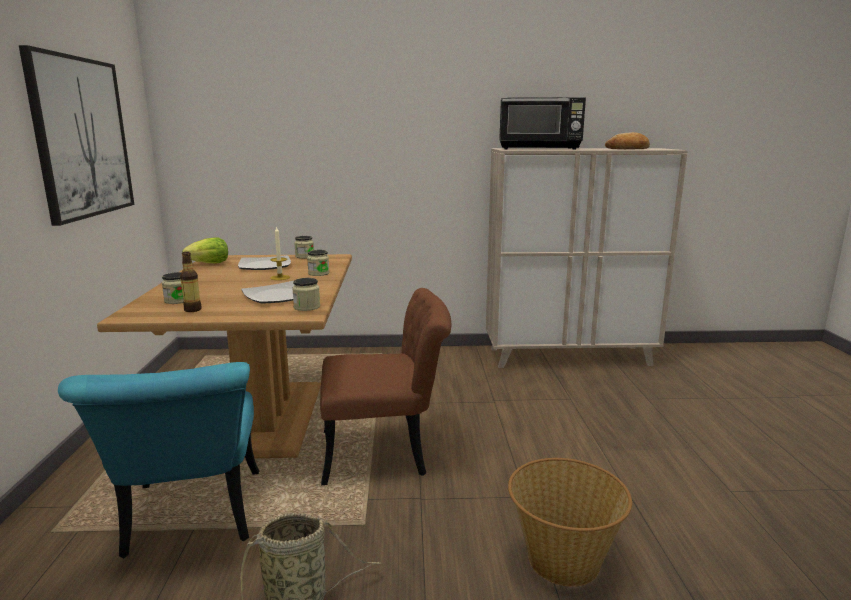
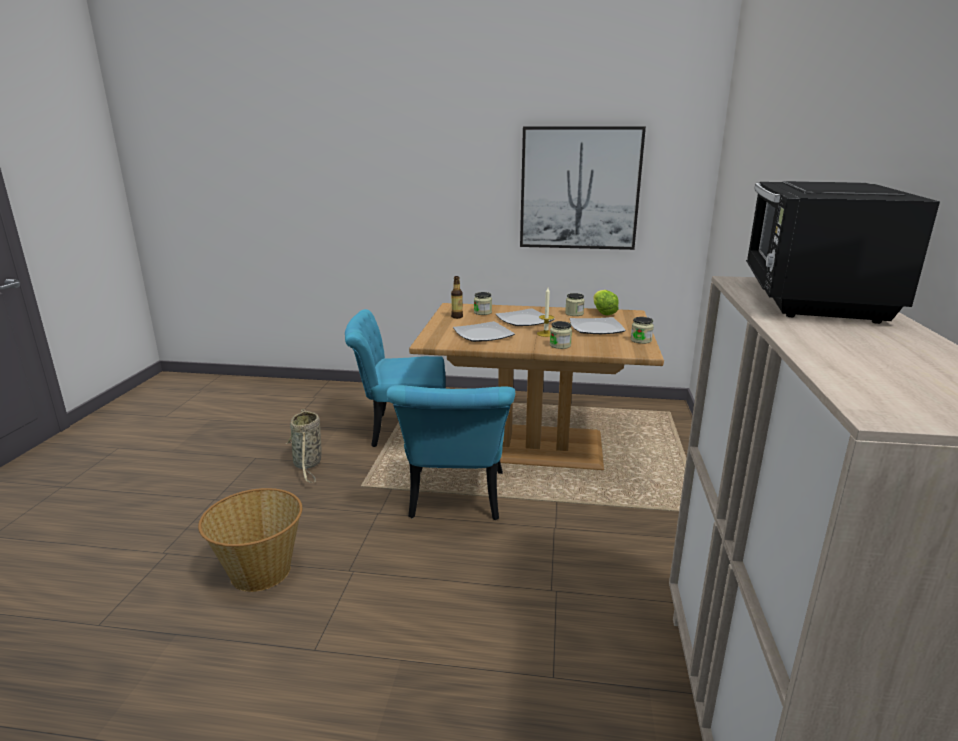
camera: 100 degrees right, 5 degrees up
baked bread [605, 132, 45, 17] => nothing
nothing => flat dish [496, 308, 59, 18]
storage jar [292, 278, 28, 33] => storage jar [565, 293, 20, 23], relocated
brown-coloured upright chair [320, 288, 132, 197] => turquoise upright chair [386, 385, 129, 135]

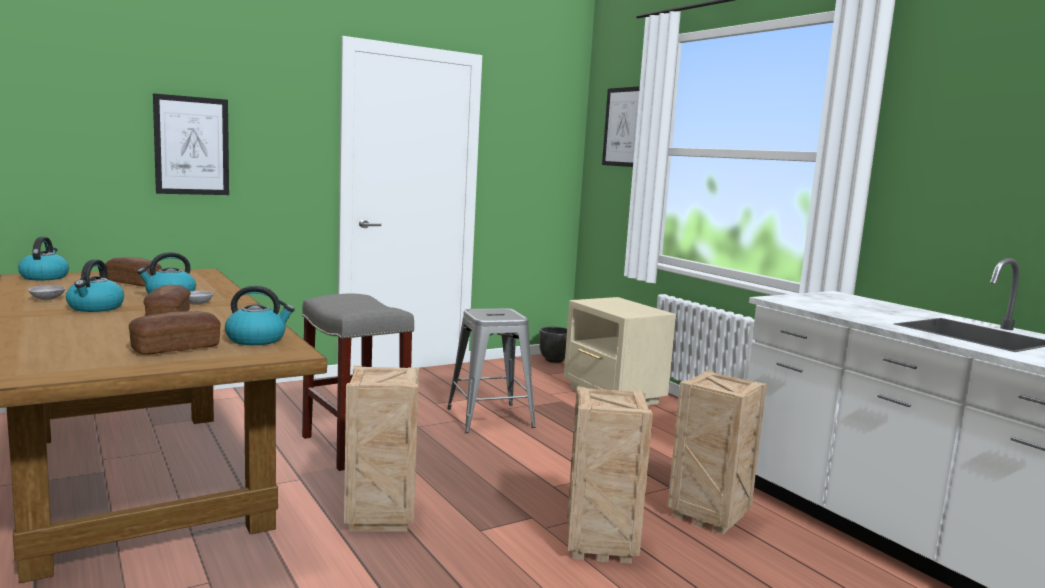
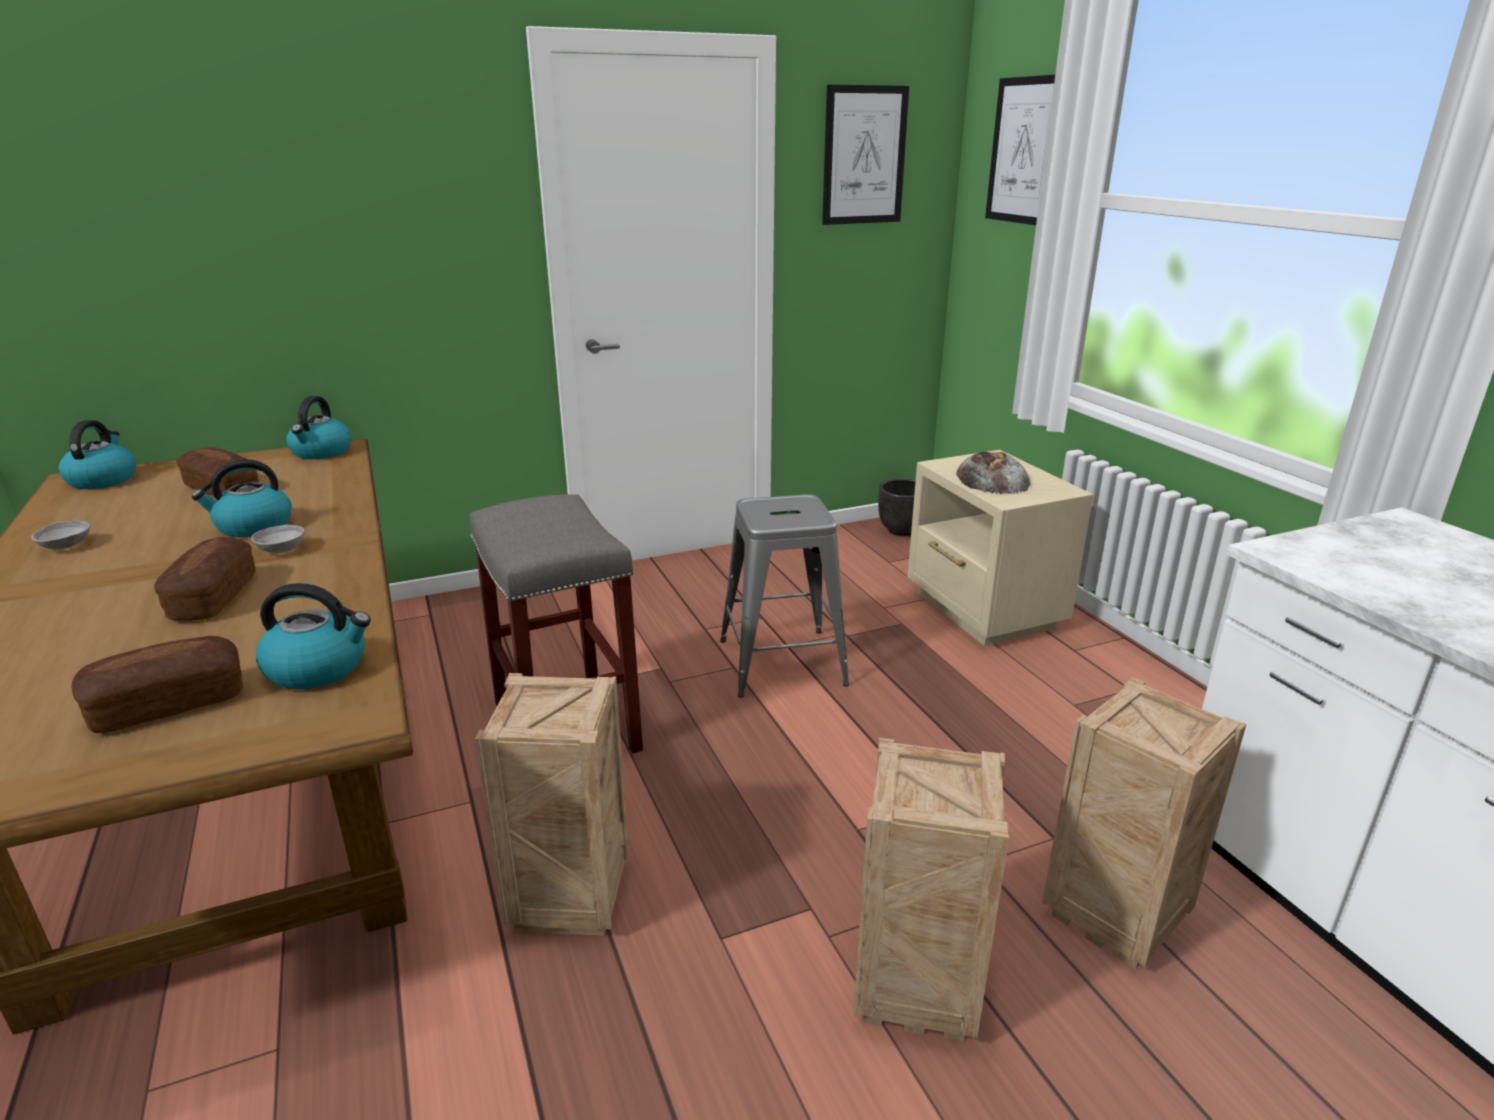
camera: 10 degrees right, 15 degrees up
nothing => baked bread [956, 452, 74, 42]
kettle [66, 259, 58, 53] => kettle [286, 396, 65, 63], relocated
picture [153, 93, 76, 102] => picture [822, 85, 87, 140], relocated

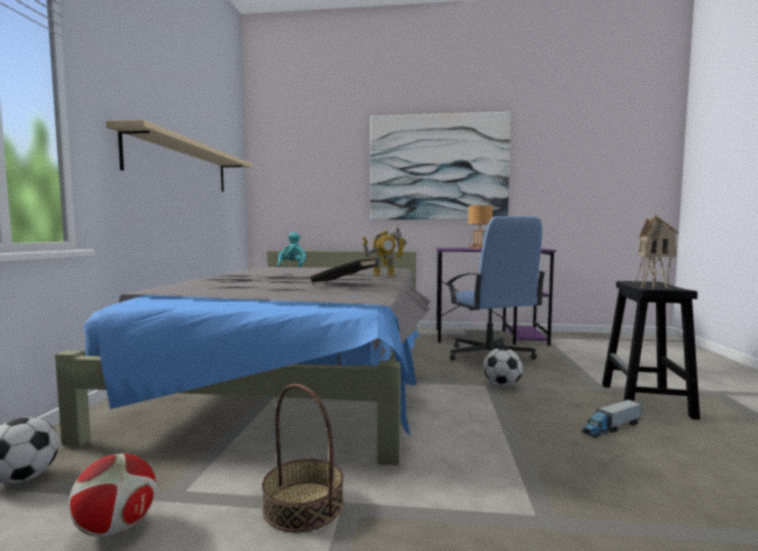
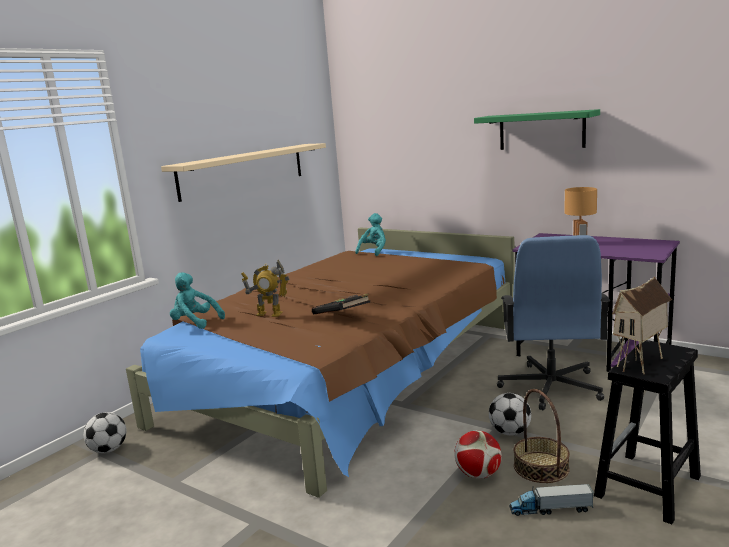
camera: 30 degrees right, 10 degrees up
nothing => turquoise soft toy [170, 273, 55, 56]
ball for football [69, 454, 87, 83] => ball for football [454, 431, 48, 48], relocated
basket [262, 384, 82, 148] => basket [513, 389, 57, 94], relocated
robot figure [362, 227, 45, 49] => robot figure [241, 260, 49, 57], relocated
picture [370, 112, 141, 108] => green-coloured wall shelf [474, 109, 126, 41]
gray sleeping bed [55, 251, 376, 215] => brown-coloured sleeping bed [126, 227, 389, 271]

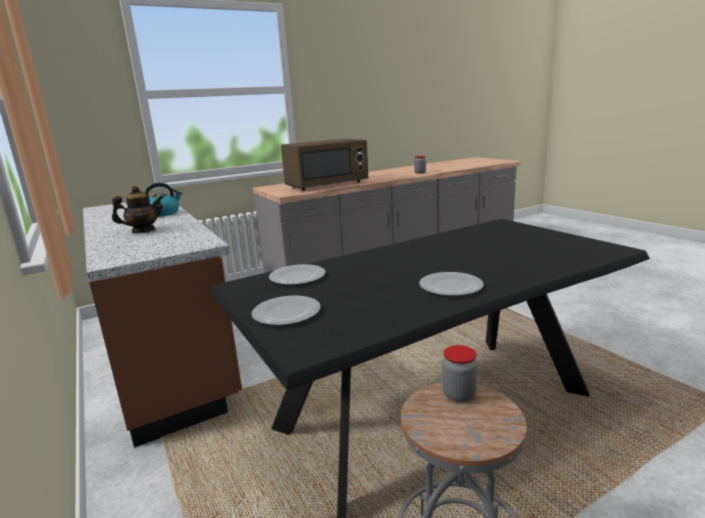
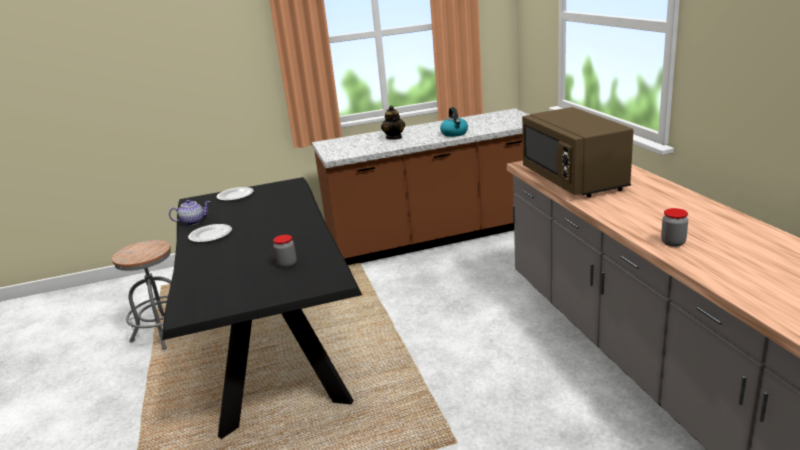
camera: 105 degrees right, 5 degrees up
flat dish [269, 264, 57, 21] => nothing
nothing => pot for tea [169, 200, 41, 26]
storage jar [442, 345, 36, 57] => storage jar [273, 235, 24, 33], relocated

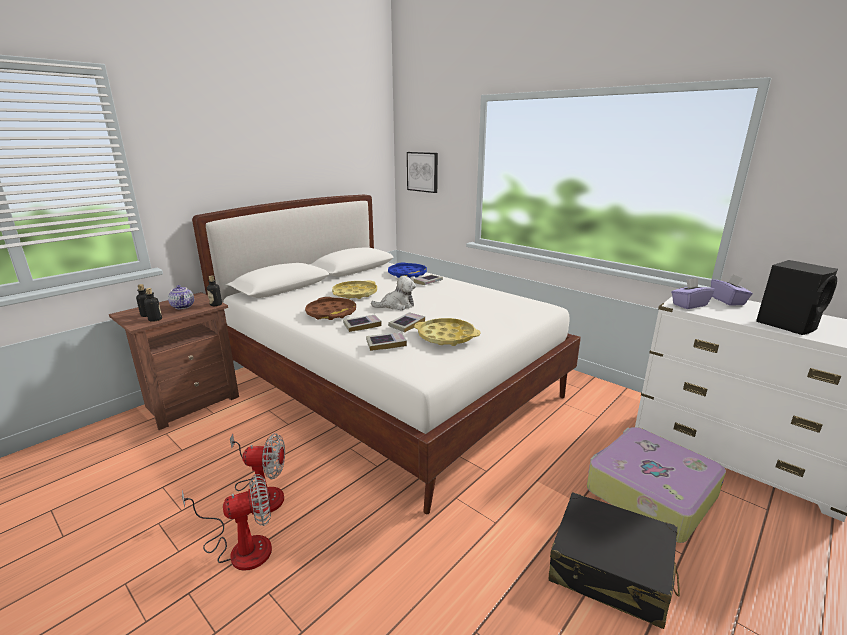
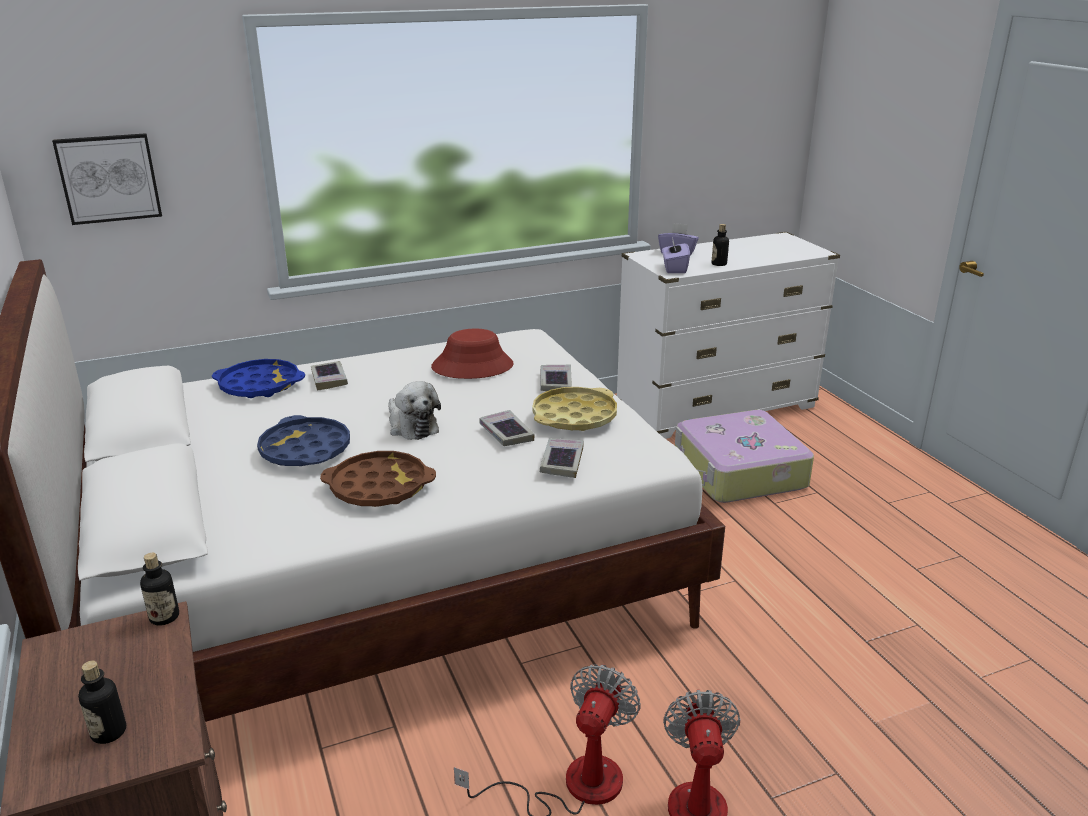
camera: 65 degrees left, 5 degrees up
pot for tea [168, 285, 26, 24] => nothing
black piece of luggage [549, 492, 131, 137] => nothing
black loudspeaker [756, 260, 82, 75] => nothing
nothing => reddish clothing hat [431, 329, 82, 50]
bottle [144, 288, 18, 34] => bottle [712, 224, 17, 42], relocated
bound book [343, 314, 38, 18] => bound book [540, 365, 32, 26], relocated
yellow tray [332, 281, 45, 18] => blue tray [257, 415, 93, 51]
soft toy [371, 276, 45, 34] => soft toy [389, 381, 52, 59], 135 degrees clockwise

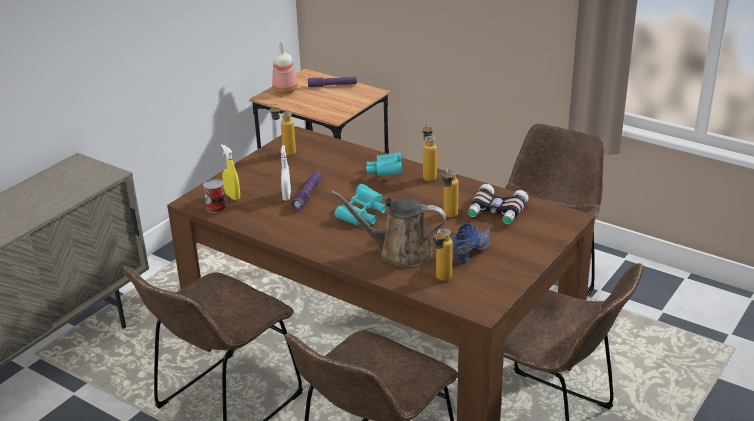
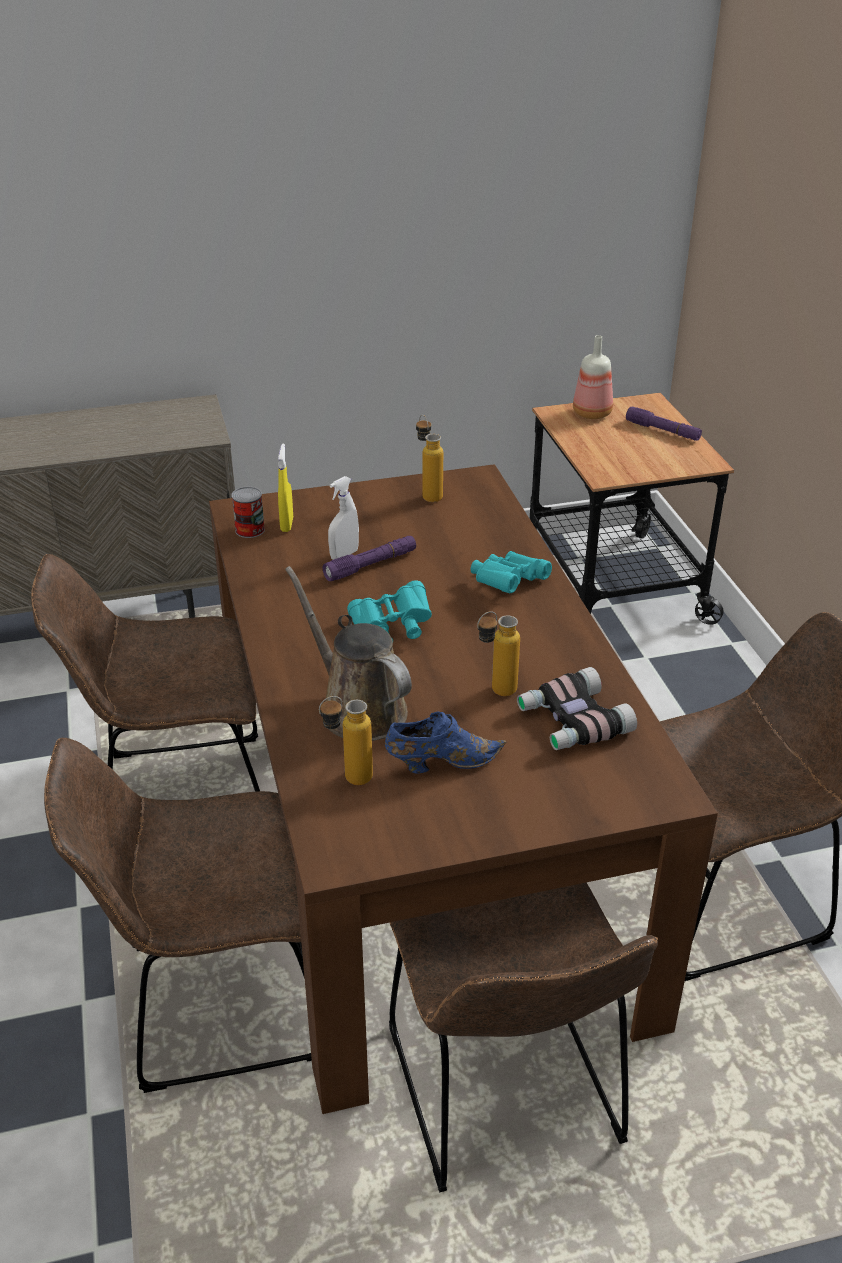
camera: 40 degrees right, 5 degrees up
bottle [423, 123, 14, 58] => nothing

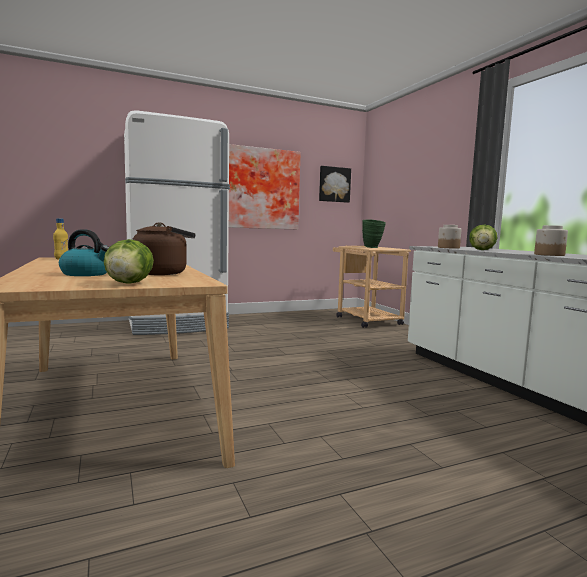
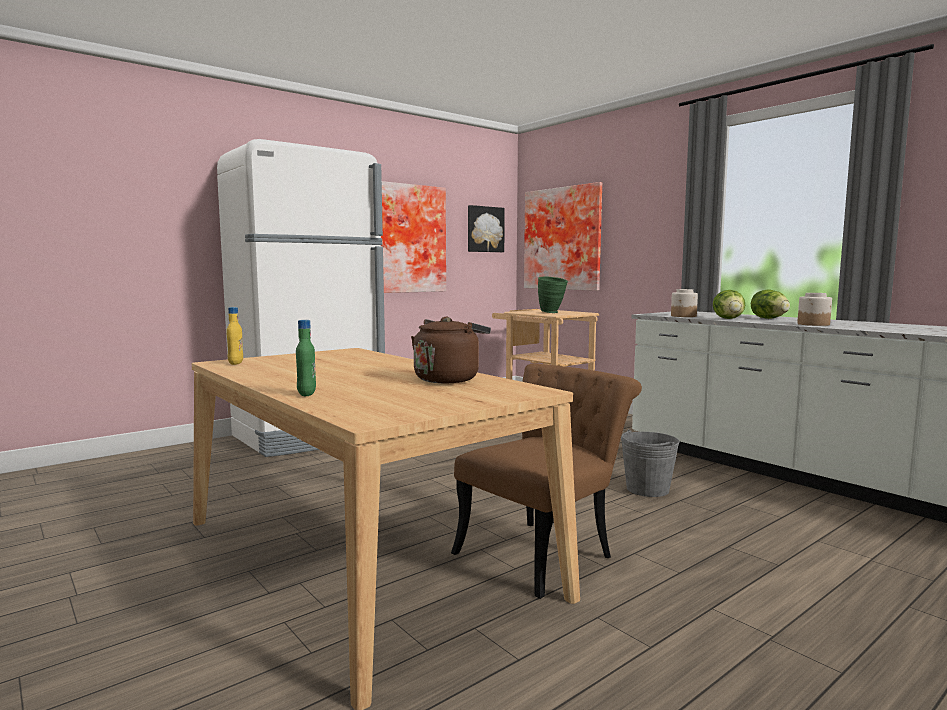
camera: 15 degrees left, 0 degrees up
kettle [59, 229, 50, 47] => nothing
nothing => green-coloured bottle [296, 320, 20, 76]
nothing => brown-coloured upright chair [451, 363, 191, 236]
nothing => picture [524, 182, 78, 109]
nothing => gray bucket [621, 429, 59, 68]
lettuce [104, 239, 50, 45] => lettuce [751, 290, 39, 29], relocated

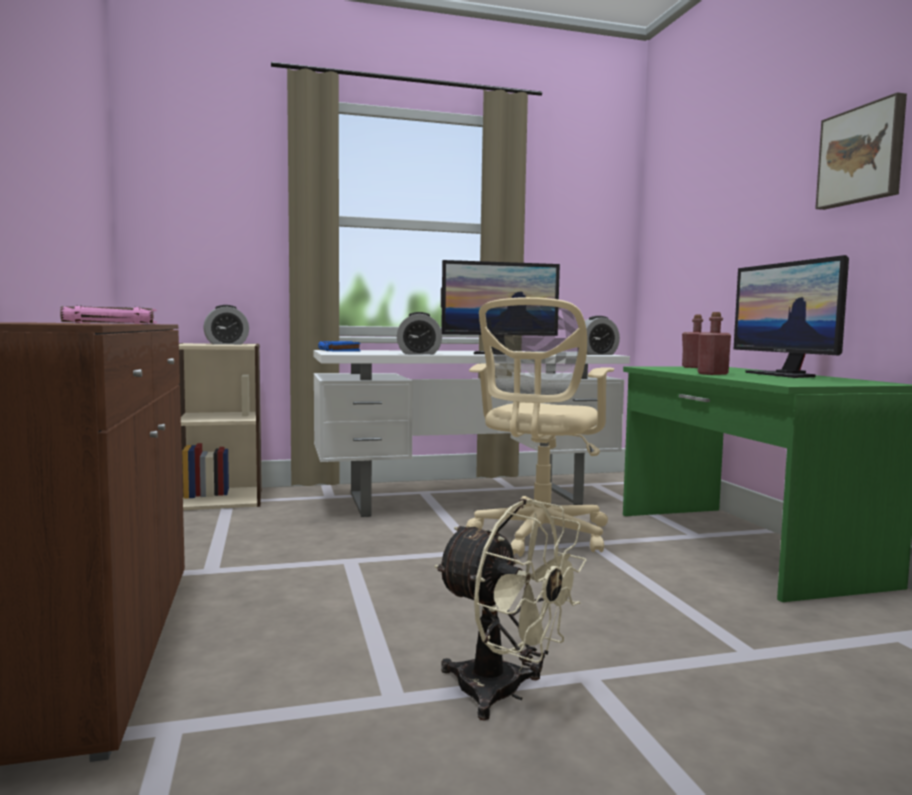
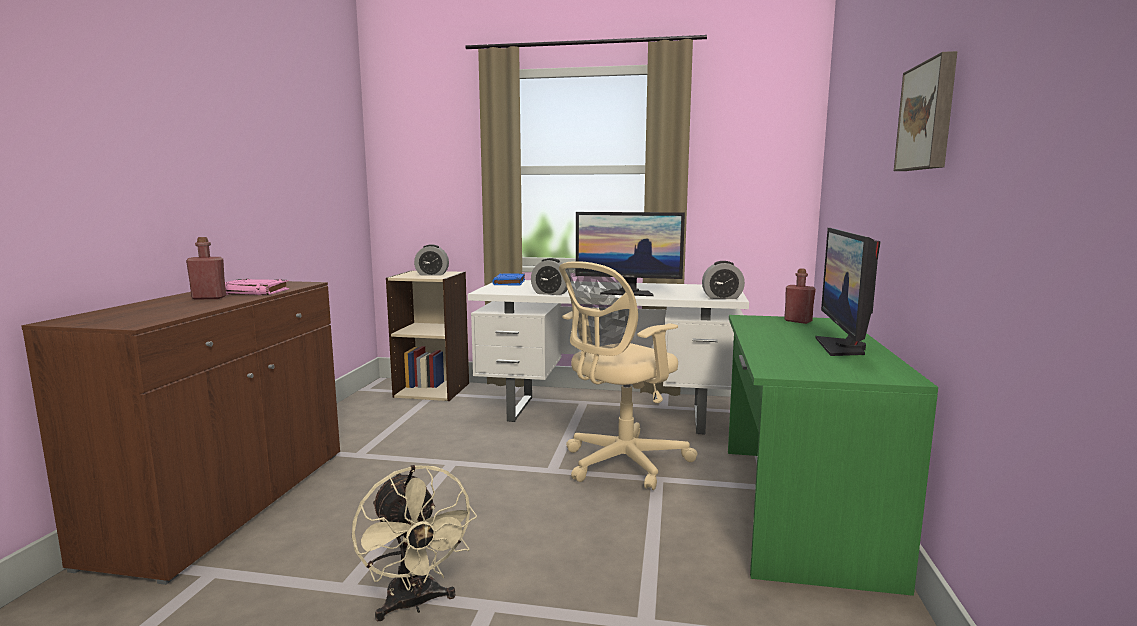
camera: 25 degrees right, 5 degrees up
reddish bottle [698, 312, 33, 63] => reddish bottle [186, 237, 40, 63], relocated

